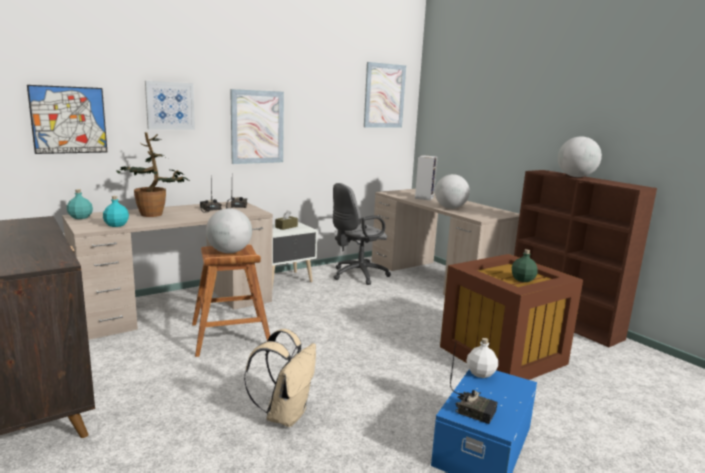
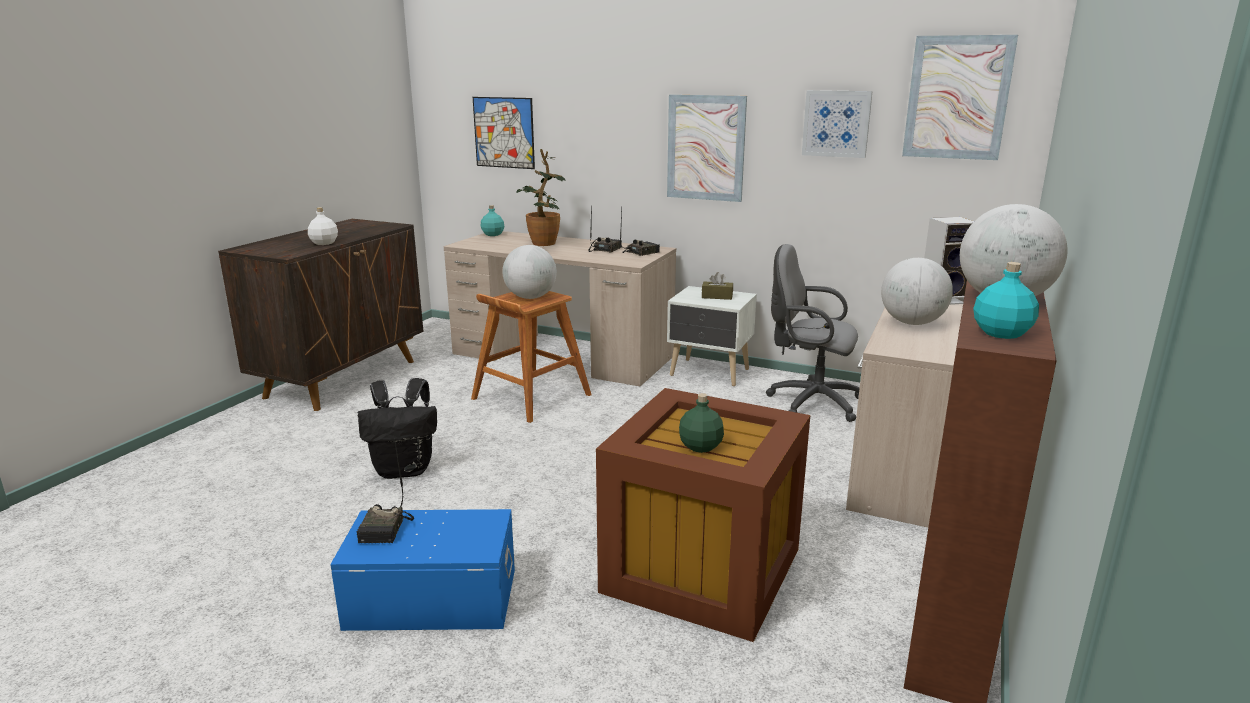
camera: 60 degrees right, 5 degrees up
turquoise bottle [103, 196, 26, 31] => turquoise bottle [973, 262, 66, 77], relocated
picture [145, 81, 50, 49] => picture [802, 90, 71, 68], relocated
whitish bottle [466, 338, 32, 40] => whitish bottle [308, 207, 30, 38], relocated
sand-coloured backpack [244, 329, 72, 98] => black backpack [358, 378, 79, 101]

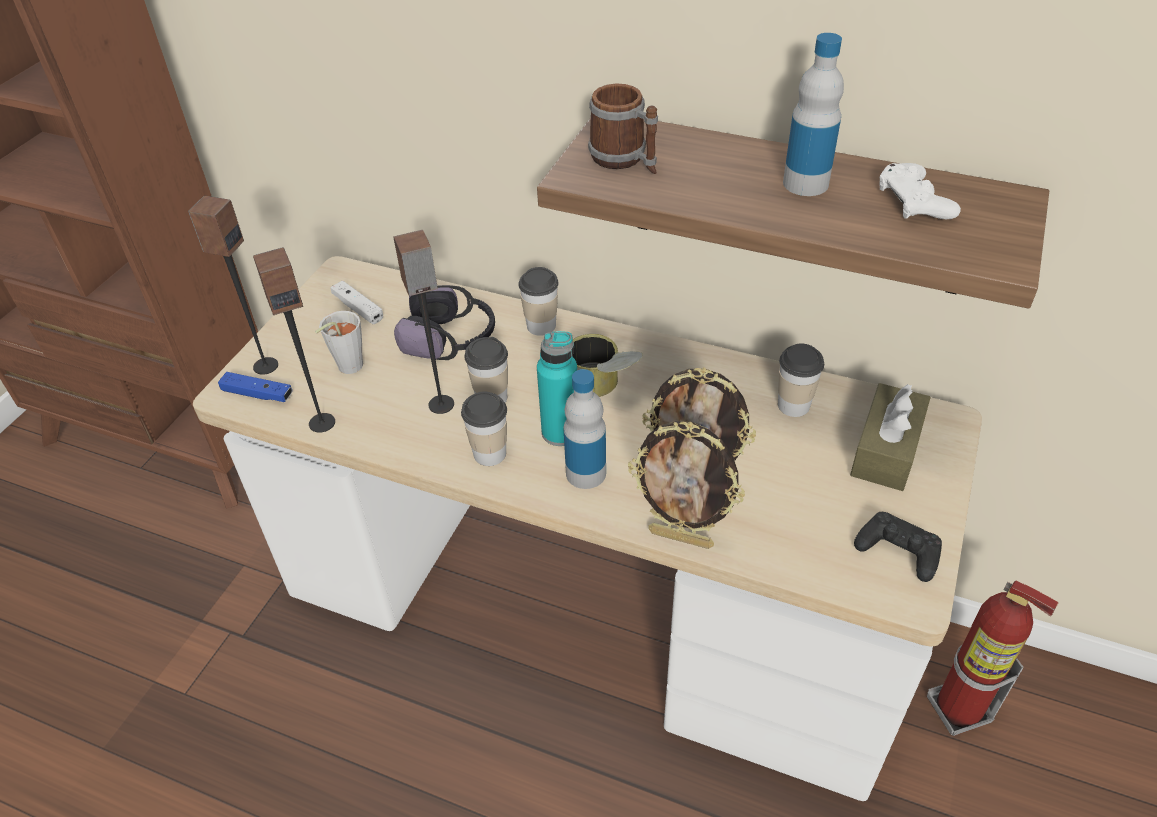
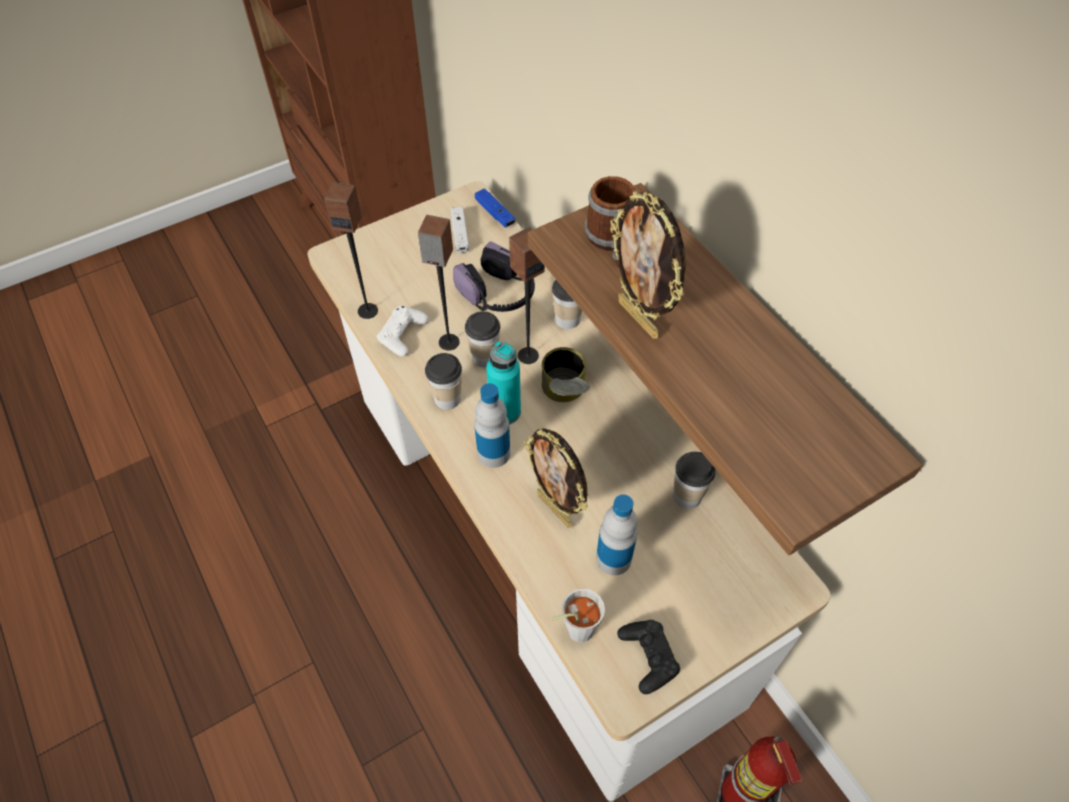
camera: 35 degrees right, 10 degrees up
brown-coloured box of tissues [850, 383, 81, 108] => nothing
loudspeaker [188, 196, 90, 179] => loudspeaker [509, 227, 36, 137], relocated
blue gamepad [218, 372, 74, 30] => blue gamepad [475, 188, 41, 40], relocated
gray drinking cup [315, 311, 48, 63] => gray drinking cup [552, 588, 53, 55], relocated
picture frame [628, 421, 117, 128] => picture frame [610, 191, 76, 148], relocated
bottle [783, 33, 61, 163] => bottle [596, 495, 42, 80], relocated
whitish gamepad [880, 163, 81, 56] => whitish gamepad [377, 306, 52, 51], relocated

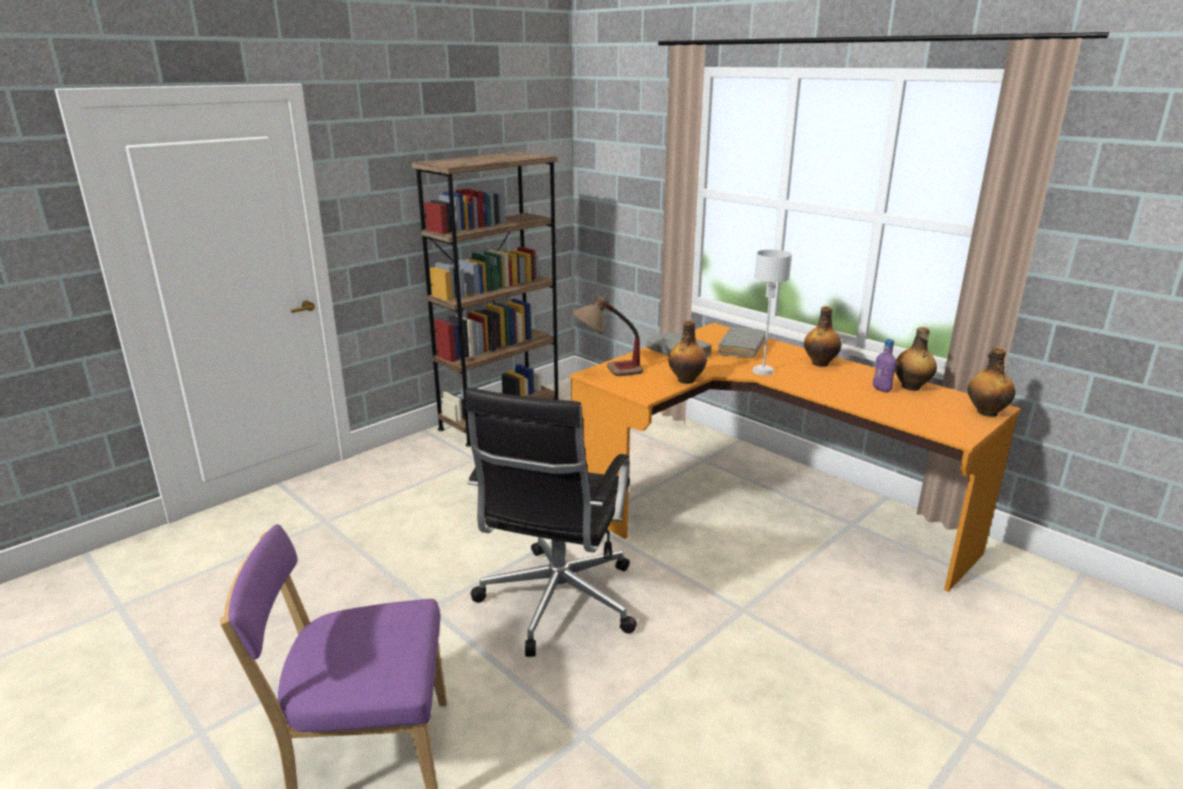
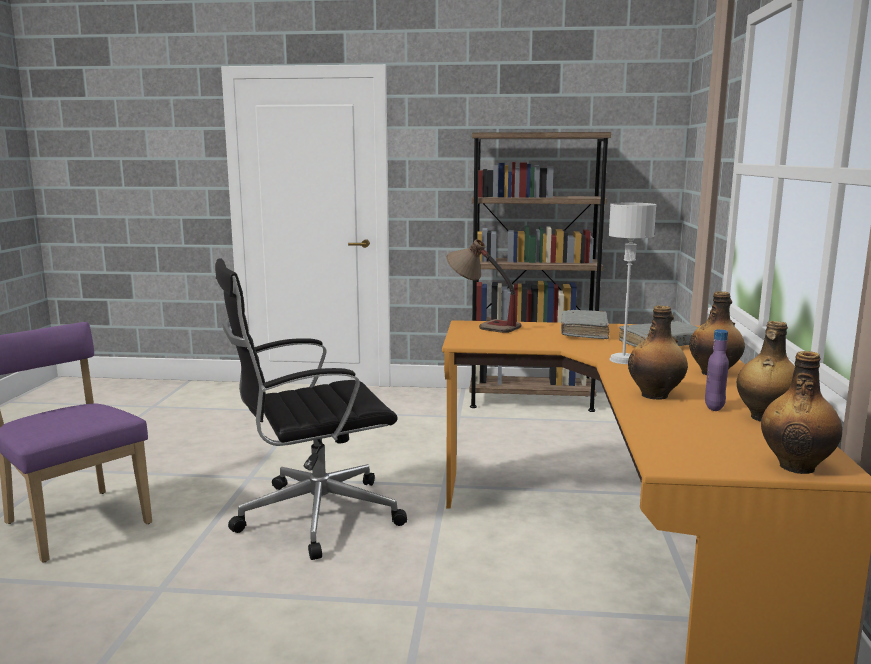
camera: 50 degrees right, 10 degrees down
bottle [668, 320, 39, 64] => bottle [628, 305, 60, 95], relocated

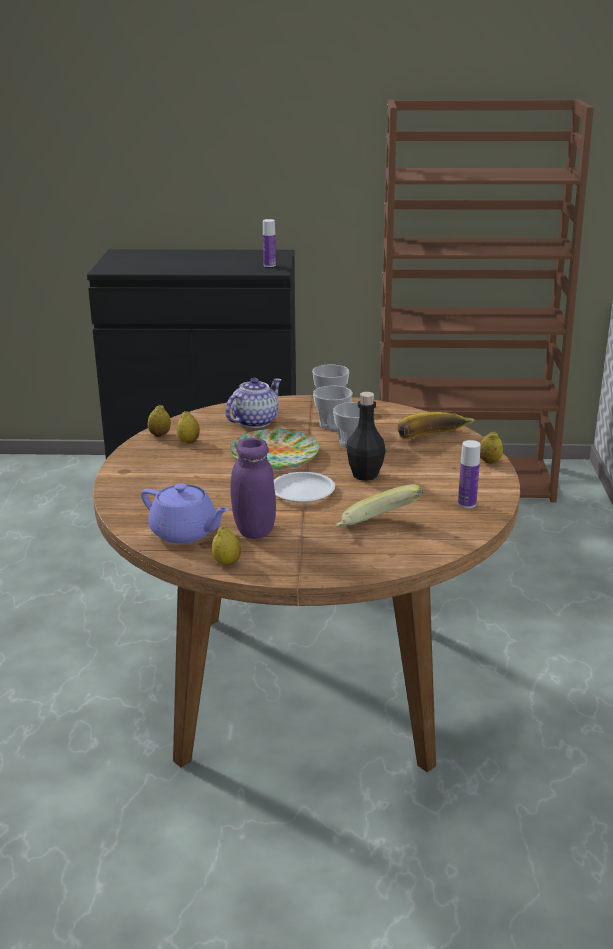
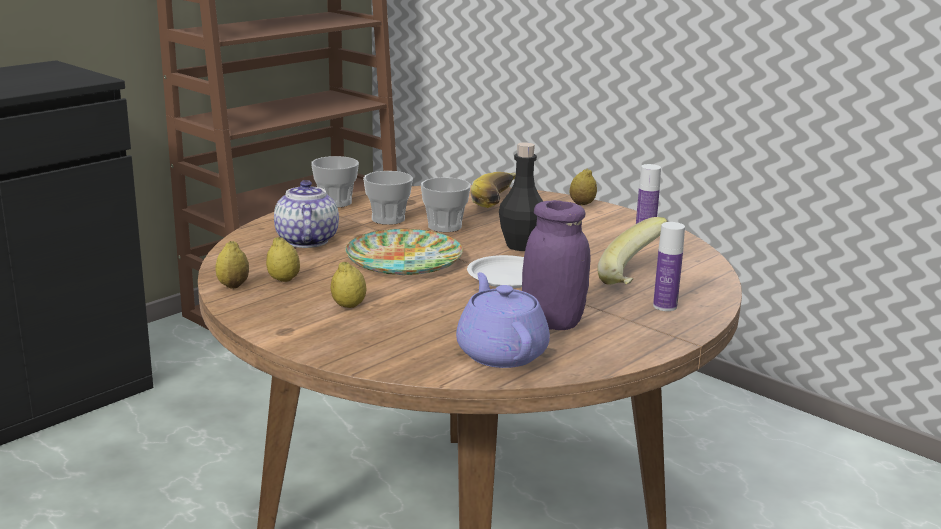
camera: 50 degrees left, 5 degrees down
citrus fruit [212, 527, 29, 38] => citrus fruit [330, 262, 36, 46], relocated
bottle [263, 219, 13, 48] => bottle [653, 222, 32, 89], relocated
purple pot for tea [141, 483, 88, 61] => purple pot for tea [456, 272, 94, 96], 90 degrees counterclockwise

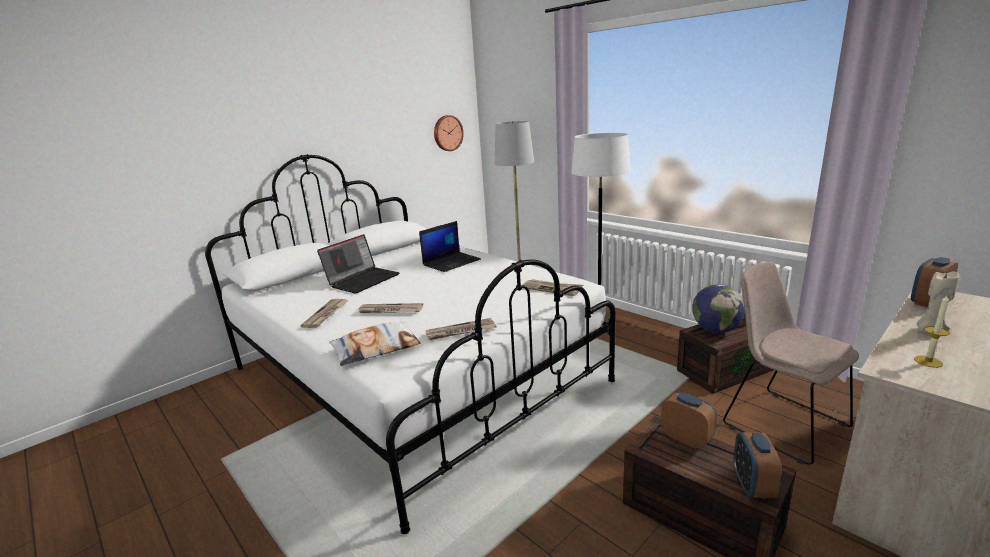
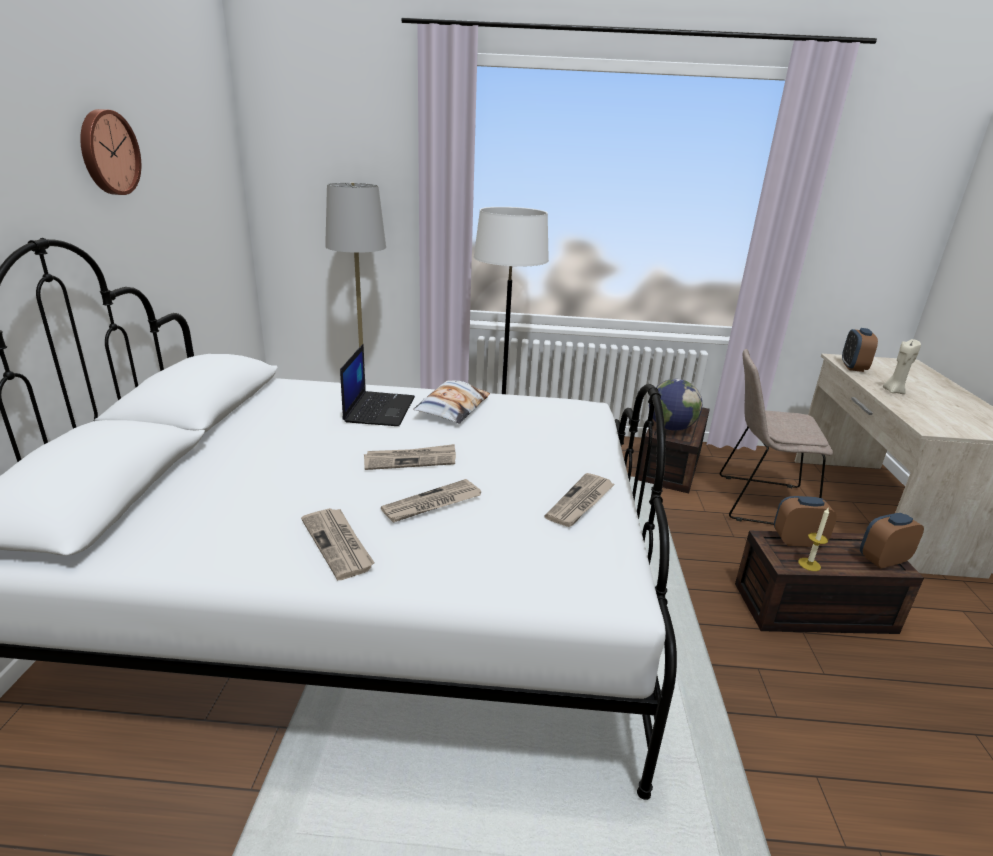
camera: 45 degrees left, 5 degrees up
laptop [317, 234, 82, 60] => nothing
cushion [329, 321, 91, 45] => cushion [413, 380, 77, 44], relocated
hanging clock [434, 115, 30, 36] => hanging clock [80, 109, 61, 86], relocated
printed paper [522, 279, 61, 17] => printed paper [364, 444, 92, 26], relocated
wax candle [914, 295, 36, 73] => wax candle [798, 508, 31, 63], relocated
bedside clock [734, 432, 48, 66] => bedside clock [860, 513, 64, 56], 105 degrees clockwise

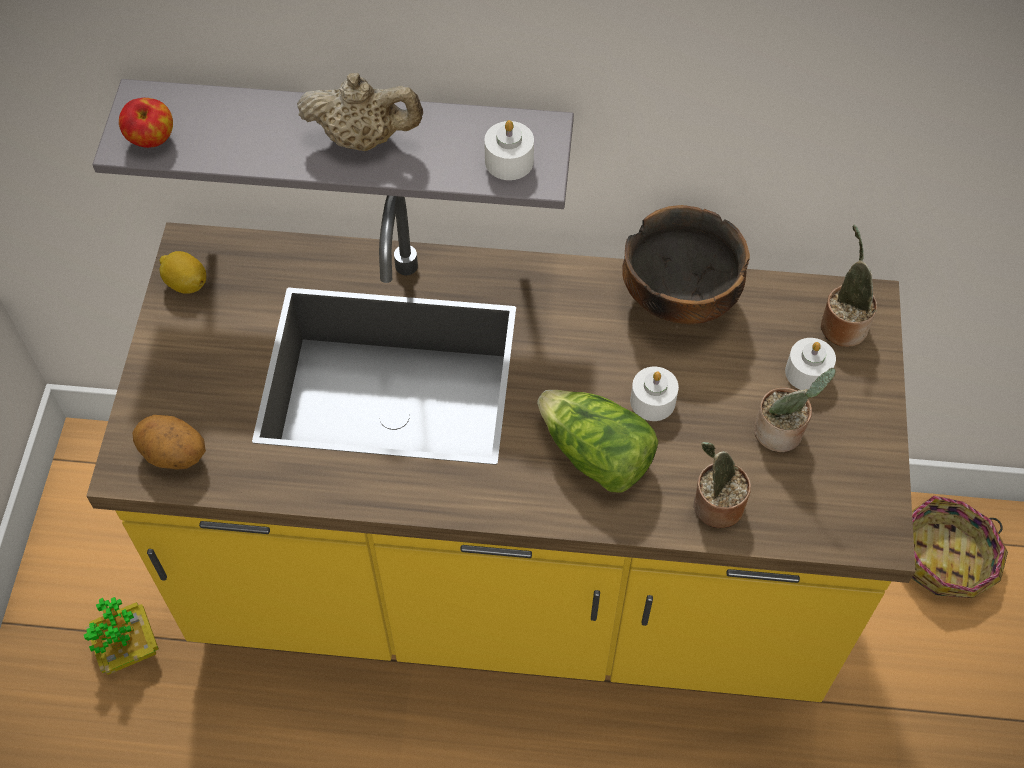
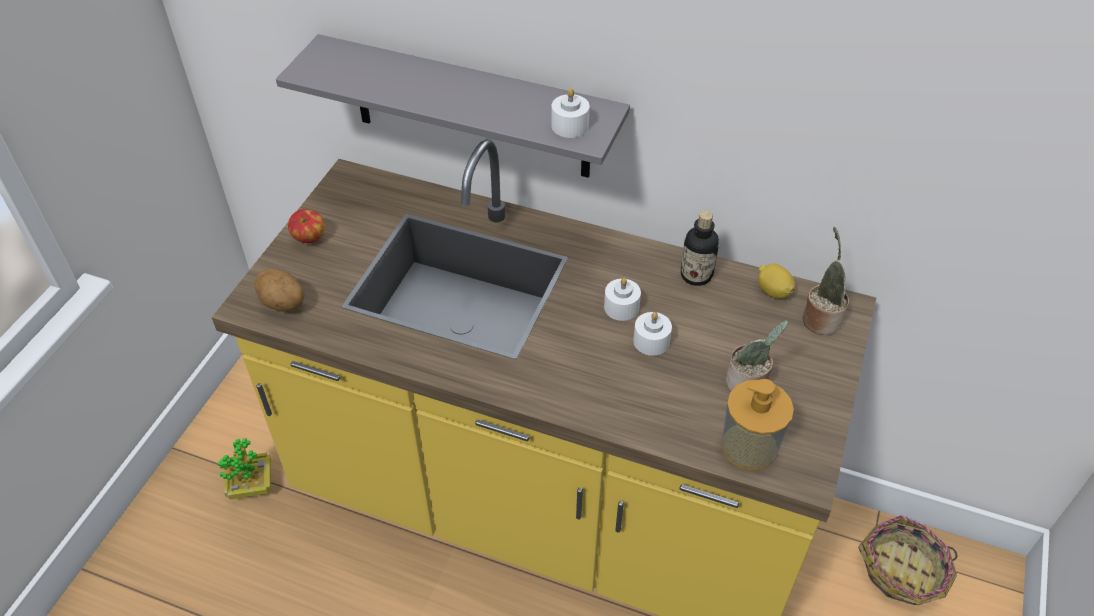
camera: 15 degrees right, 10 degrees down
sand-coloured pot for tea [297, 73, 126, 78] => nothing
lettuce [537, 390, 121, 103] => nothing
houseplant [694, 442, 57, 86] => nothing
nothing => soap bottle [722, 379, 72, 92]
apple [119, 98, 54, 50] => apple [288, 209, 37, 34], relocated
citrus fruit [159, 251, 47, 43] => citrus fruit [758, 264, 37, 35], relocated
whitish wax candle [785, 338, 51, 52] => whitish wax candle [604, 278, 37, 43], relocated
deep dish [622, 205, 128, 119] => bottle [681, 210, 38, 76]

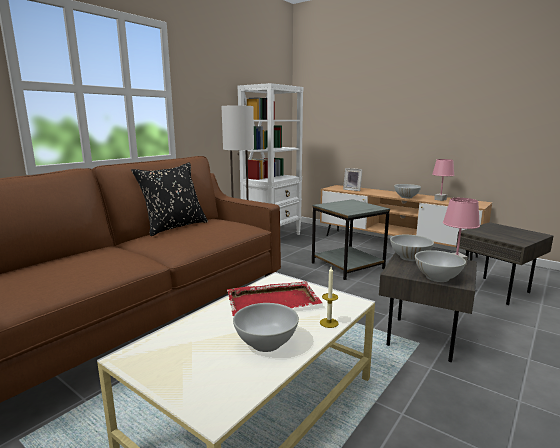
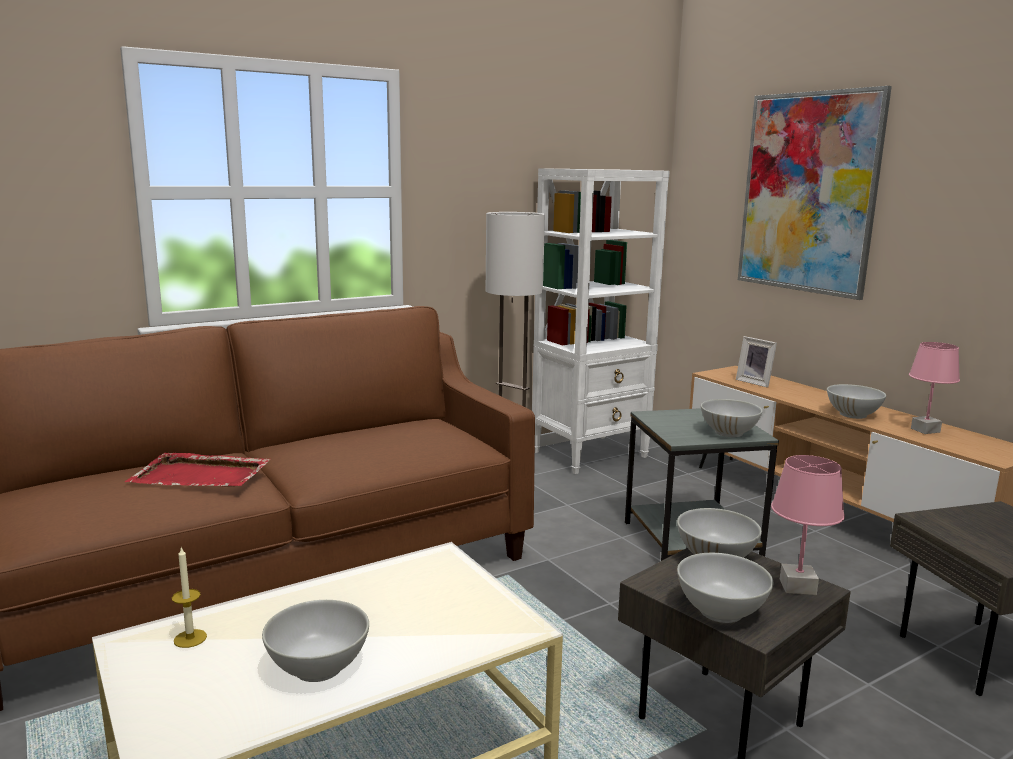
camera: 20 degrees right, 0 degrees up
black cushion [131, 162, 77, 74] => nothing
nothing => whitish deep dish [701, 399, 62, 38]
nothing => picture [738, 86, 154, 214]
reddish tray [227, 281, 96, 35] => reddish tray [125, 453, 145, 34], relocated
wax candle [320, 267, 19, 61] => wax candle [172, 547, 35, 101], relocated

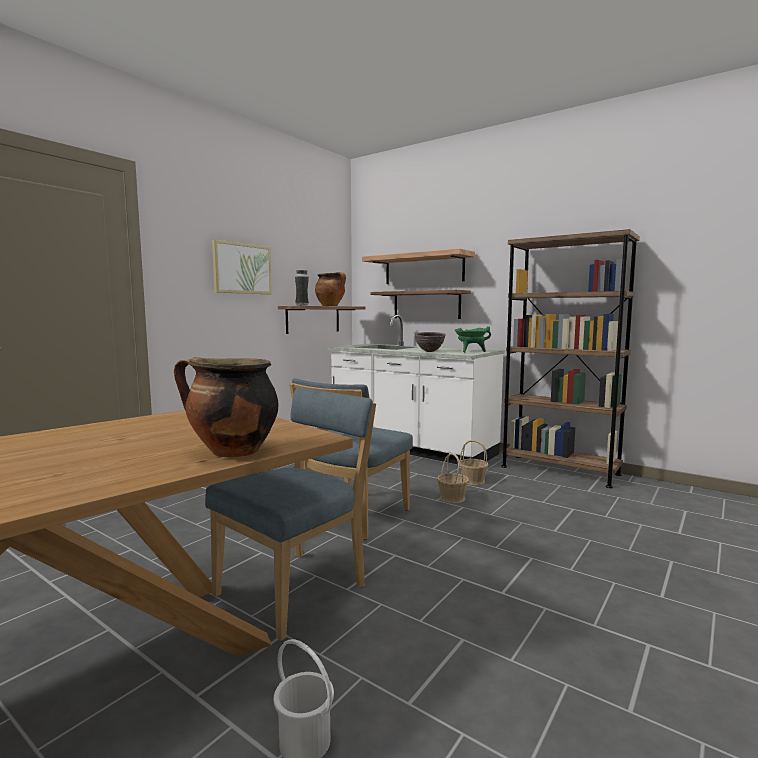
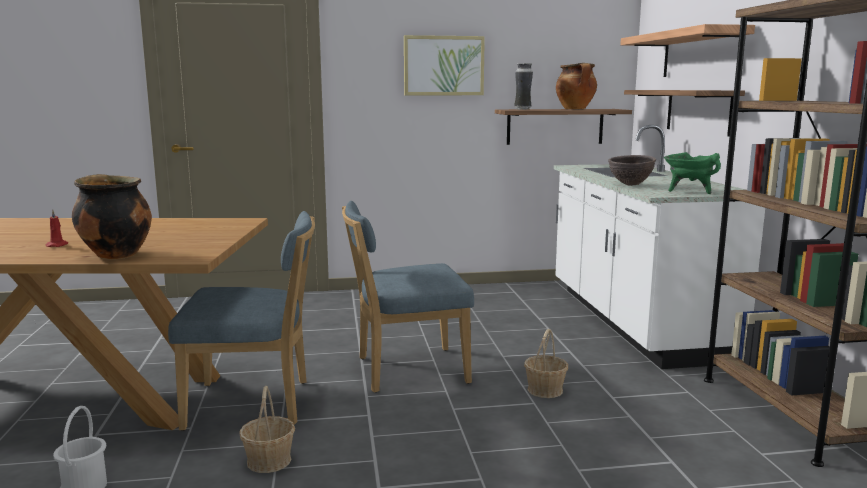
camera: 45 degrees right, 5 degrees up
nothing => reddish wax candle [45, 210, 23, 37]
basket [459, 440, 29, 45] => basket [239, 386, 56, 87], relocated

